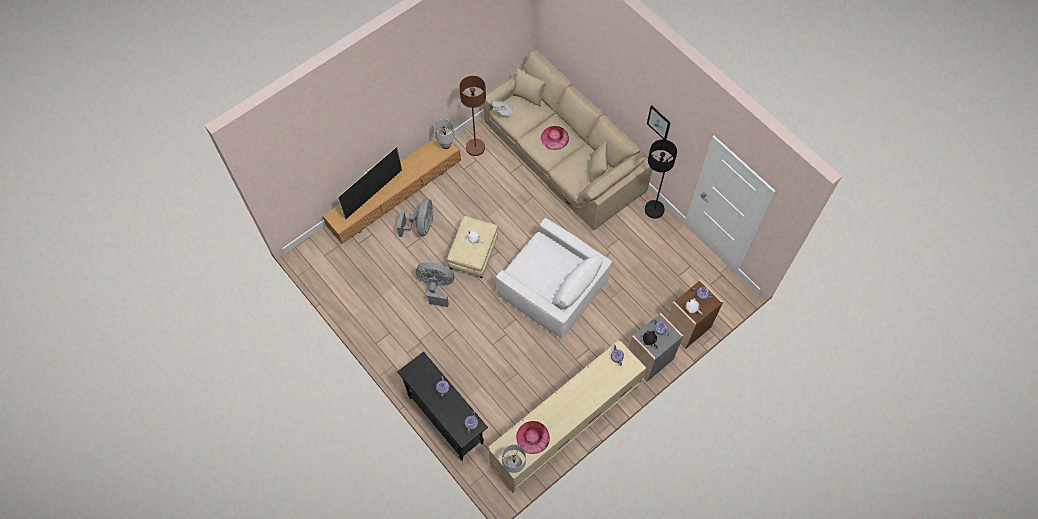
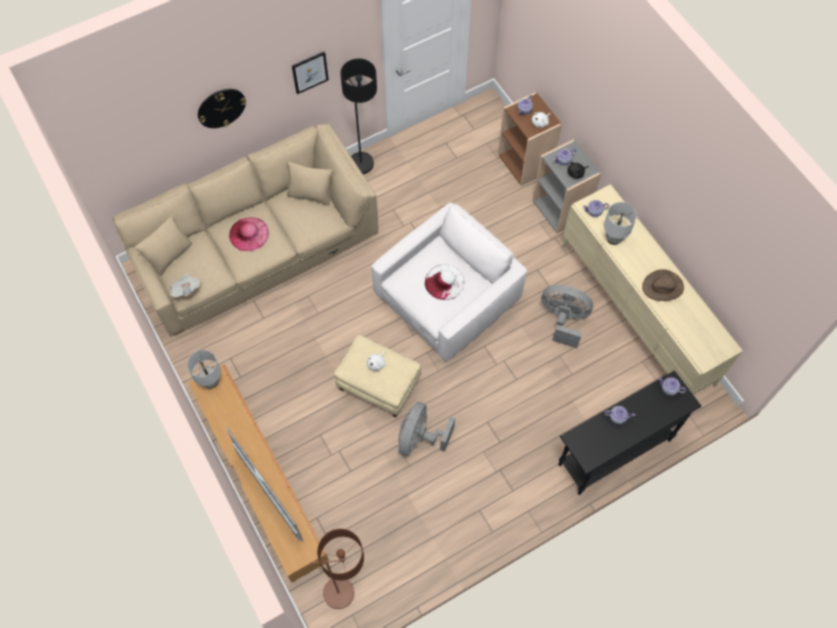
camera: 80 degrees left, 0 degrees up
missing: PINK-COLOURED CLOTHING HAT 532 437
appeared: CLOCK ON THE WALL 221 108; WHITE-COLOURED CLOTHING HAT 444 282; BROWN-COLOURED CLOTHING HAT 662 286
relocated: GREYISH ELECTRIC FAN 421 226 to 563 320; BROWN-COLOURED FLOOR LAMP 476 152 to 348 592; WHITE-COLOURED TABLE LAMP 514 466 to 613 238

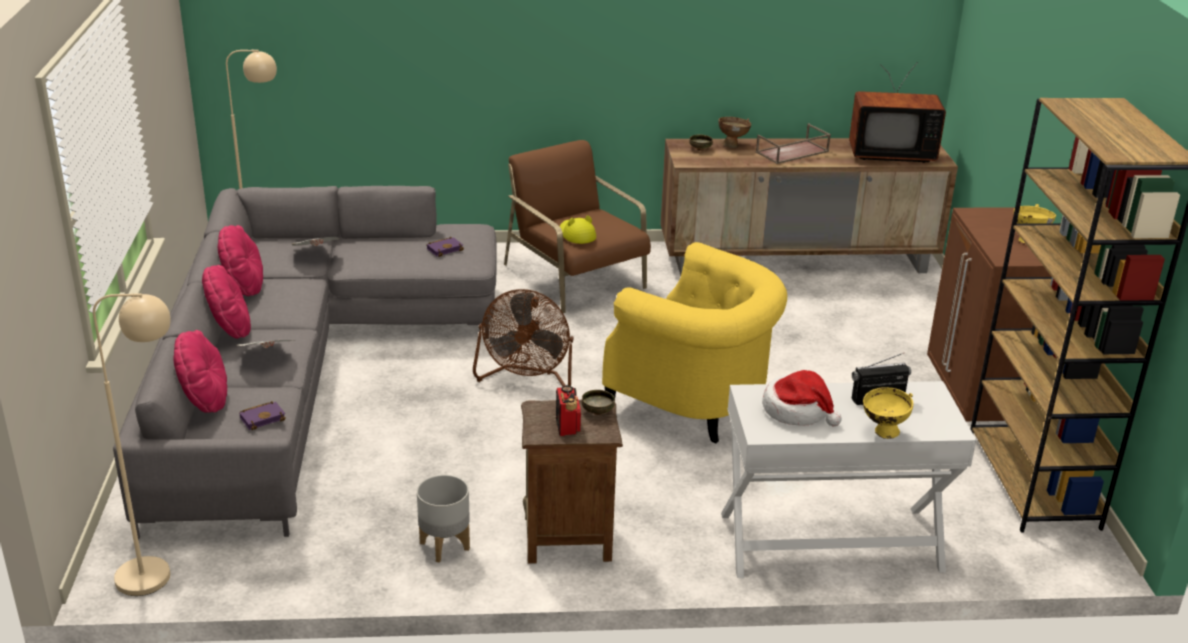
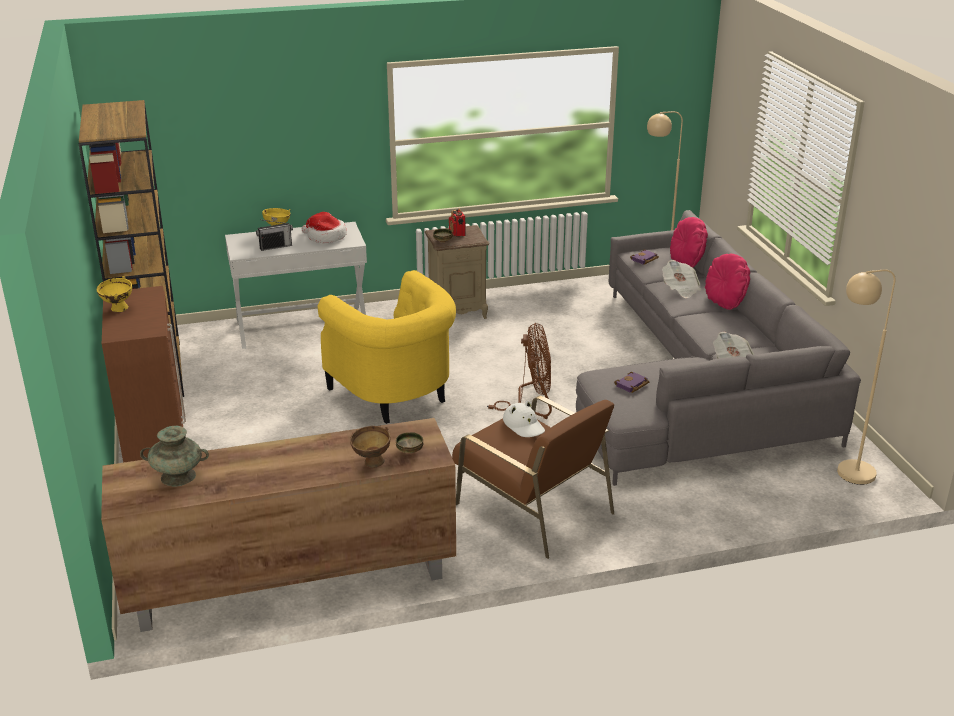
camera: 170 degrees right, 0 degrees up
missing: PINK-COLOURED THROW PILLOW 244 289; GREYISH PLANT POT 444 545; BROWN-COLOURED CARRYING TRAY 792 152
exchanged: TV 889 153 to BLUE-GREEN VASE 177 476
colour: YELLOW-COLOURED CLOTHING HAT 576 234 to WHITE-COLOURED CLOTHING HAT 524 425
spun: BROWN-COLOURED ELECTRIC FAN 524 377 = 530 400 90 degrees clockwise; YELLOW-COLOURED LOUNGE CHAIR 693 405 = 393 395 150 degrees counterclockwise

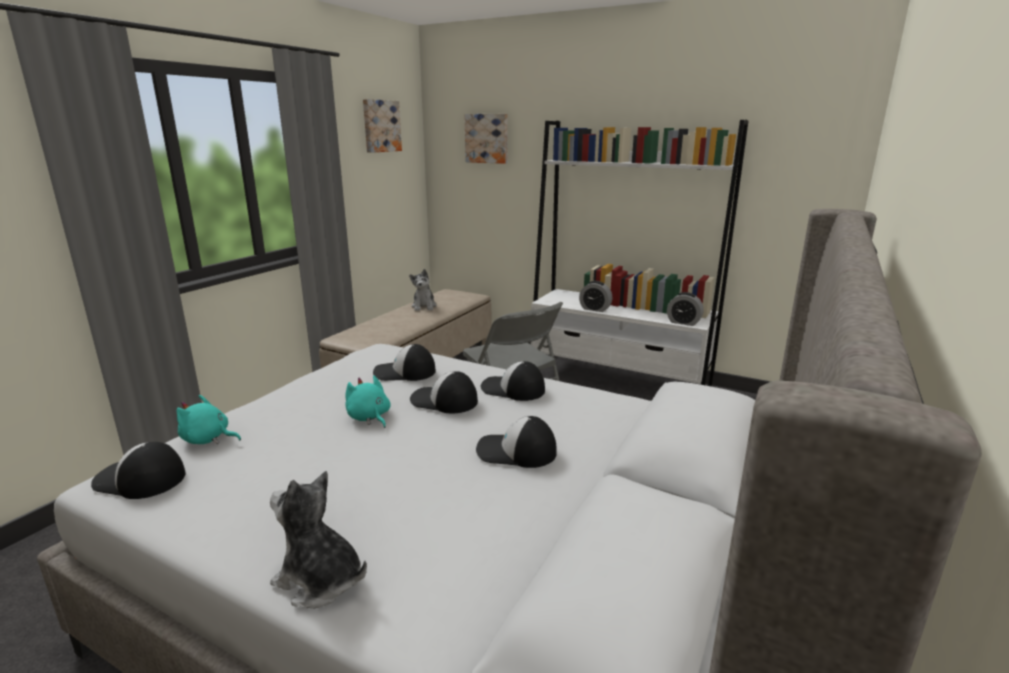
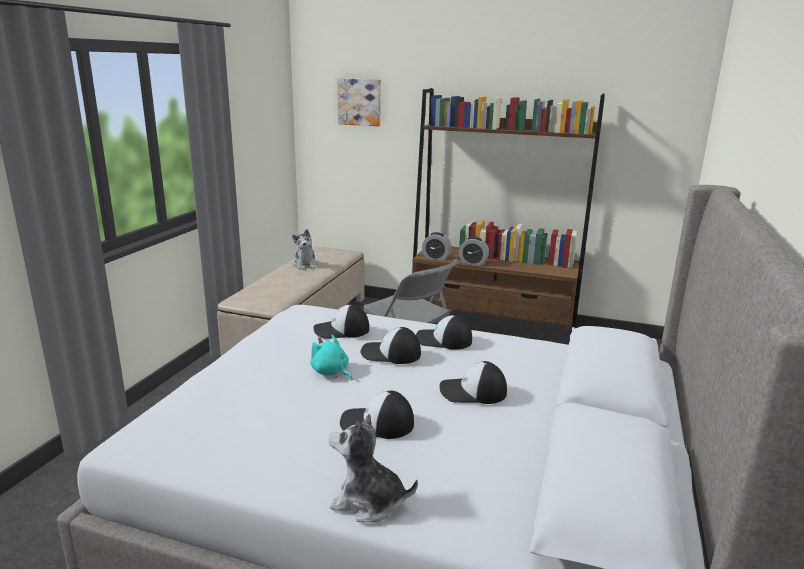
camera: 10 degrees left, 0 degrees up
missing: BLUE-GREEN PLUSH TOY 208 439; WALL PICTURE 380 126
relocated: BASEBALL CAP 139 479 to 376 424; ALARM CLOCK 683 322 to 436 258
colour: WHITE-COLOURED BOOKCASE 618 380 to BROWN-COLOURED BOOKCASE 492 326

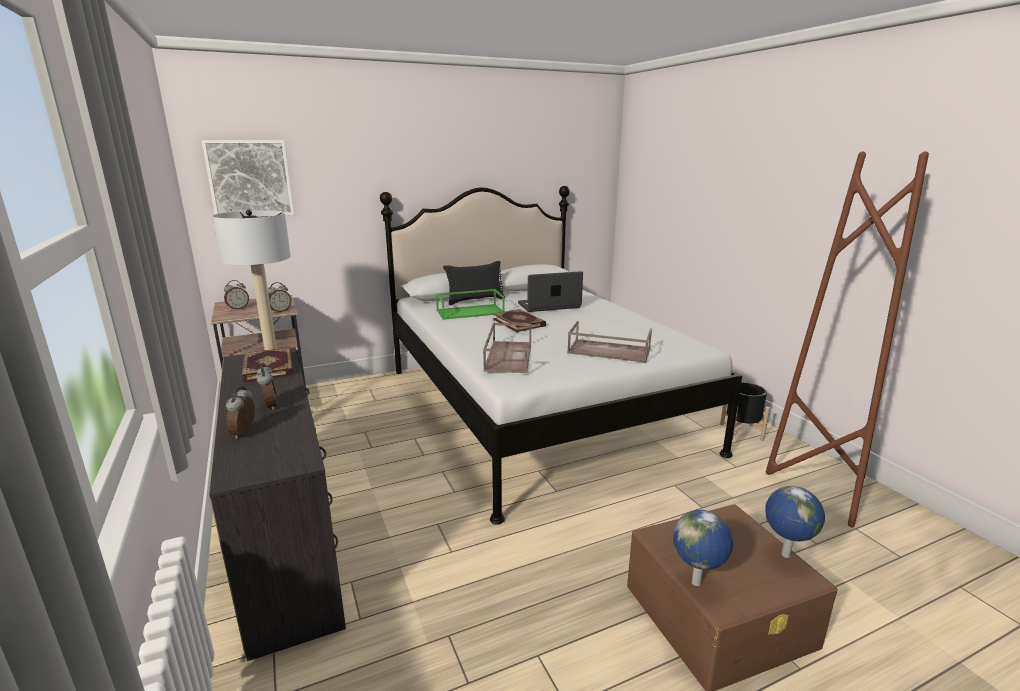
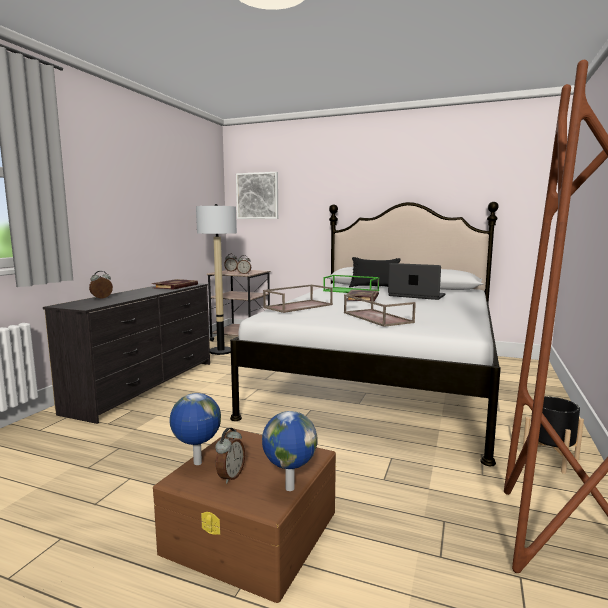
camera: 45 degrees right, 10 degrees down
relocated: ALARM CLOCK 270 406 to 230 476

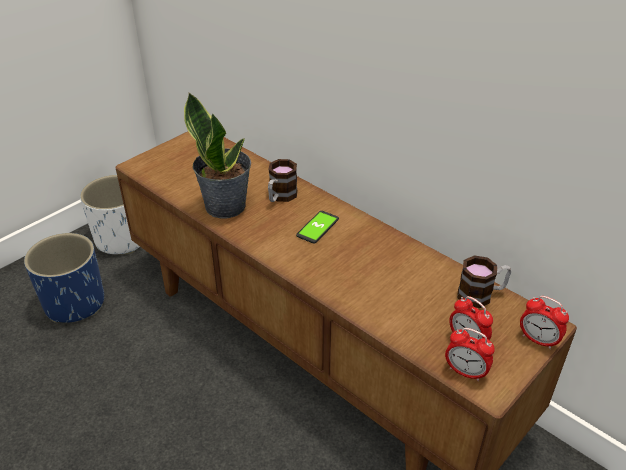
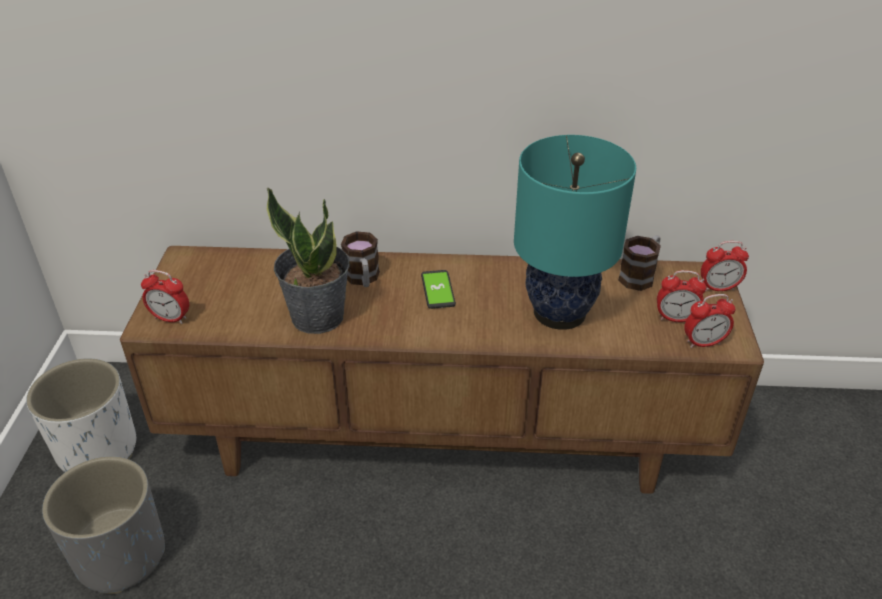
camera: 40 degrees left, 0 degrees up
appeared: ALARM CLOCK 171 318; BLUE-GREEN TABLE LAMP 559 313
colour: BLUE-COLOURED PLANT POT 75 303 to GREYISH PLANT POT 121 555

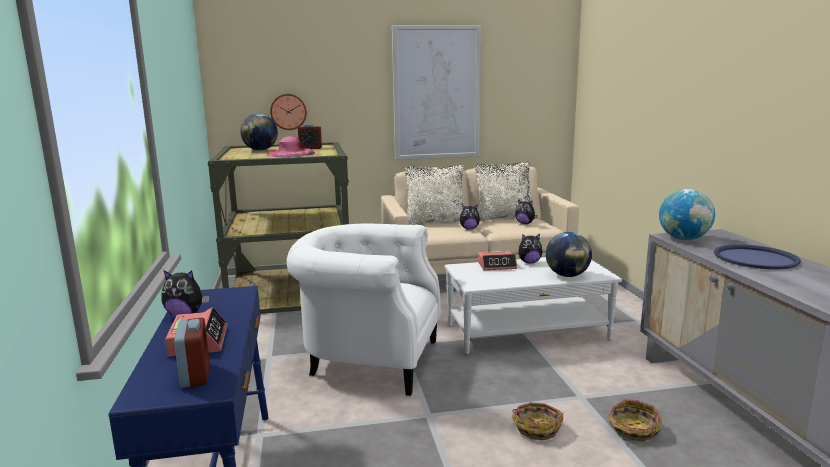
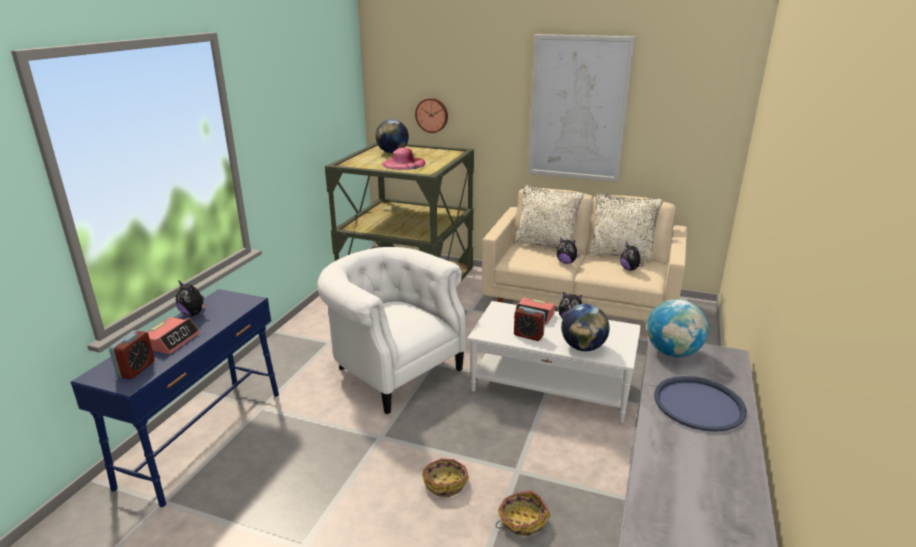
camera: 30 degrees right, 10 degrees up
relocated: ALARM CLOCK 310 148 to 528 335

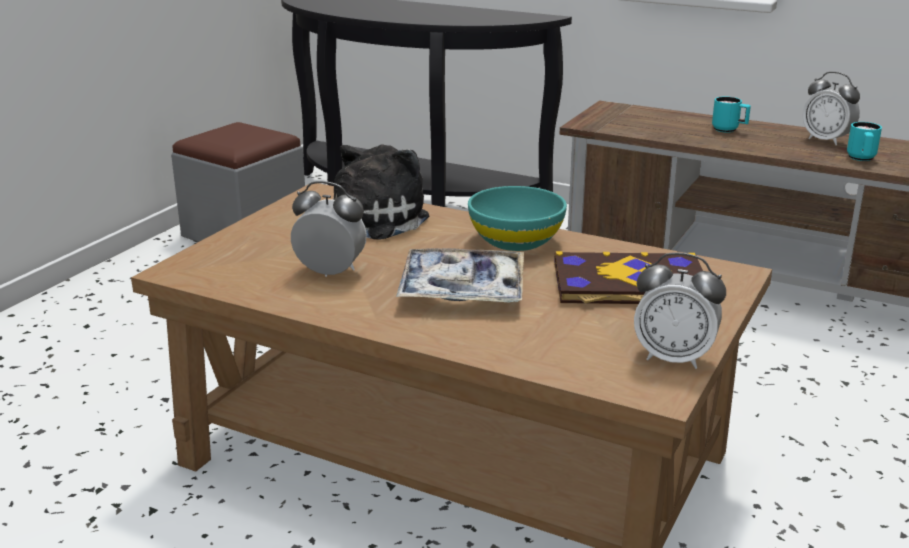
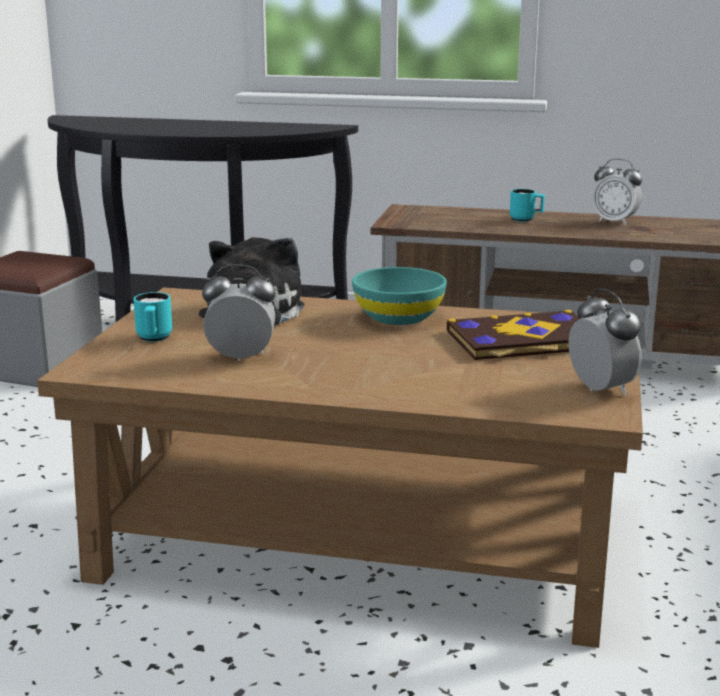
camera: 15 degrees left, 5 degrees down
missing: CARRYING TRAY 462 289
relocated: BLUE-GREEN TEA MUG 861 159 to 154 339
spun: ALARM CLOCK 673 358 = 601 389 120 degrees counterclockwise

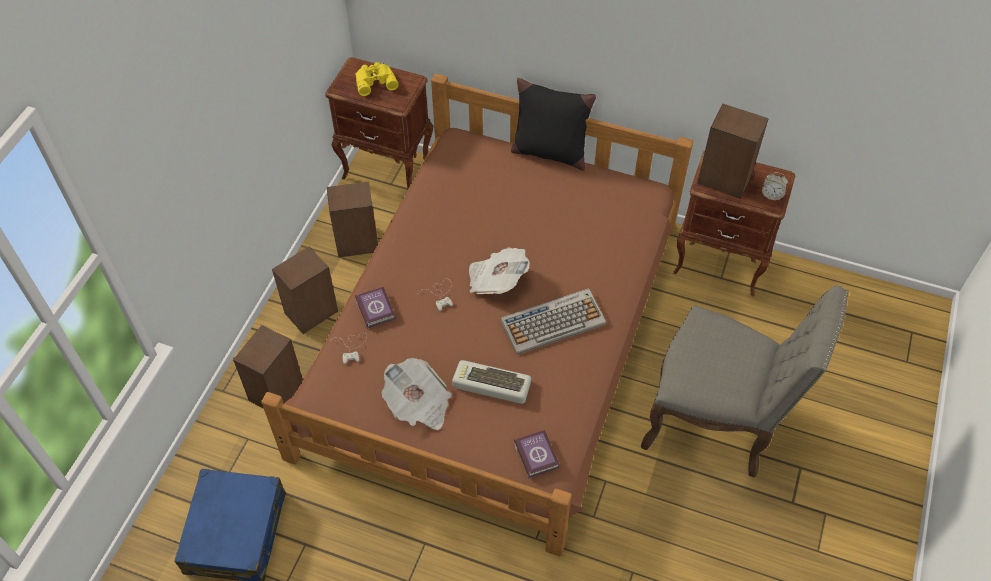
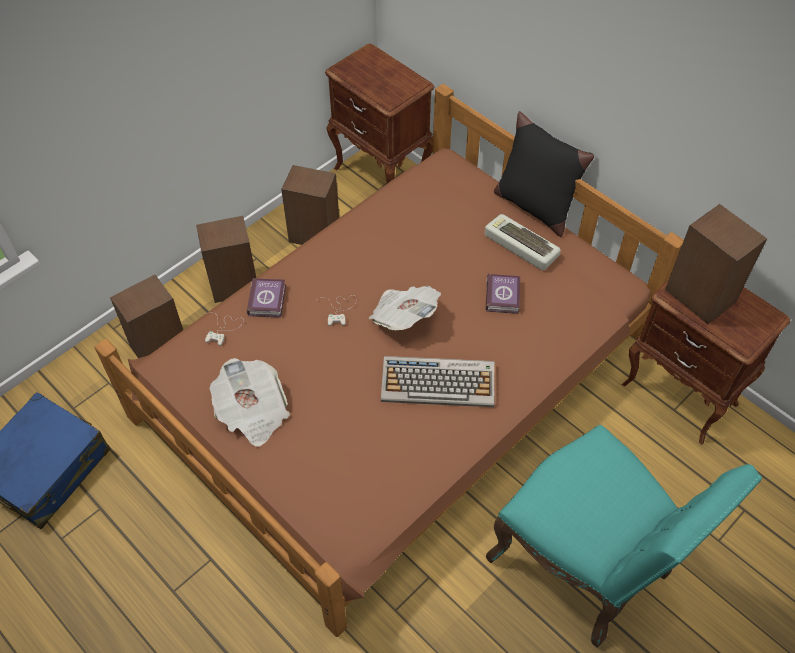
camera: 25 degrees right, 0 degrees up
missing: YELLOW-COLOURED FIELD GLASSES 375 81; ALARM CLOCK 771 195
relocated: COMPUTER KEYBOARD 490 386 to 519 246; BOUND BOOK 536 455 to 503 295
colour: GREYISH UPRIGHT CHAIR 715 421 to BLUE-GREEN UPRIGHT CHAIR 584 565

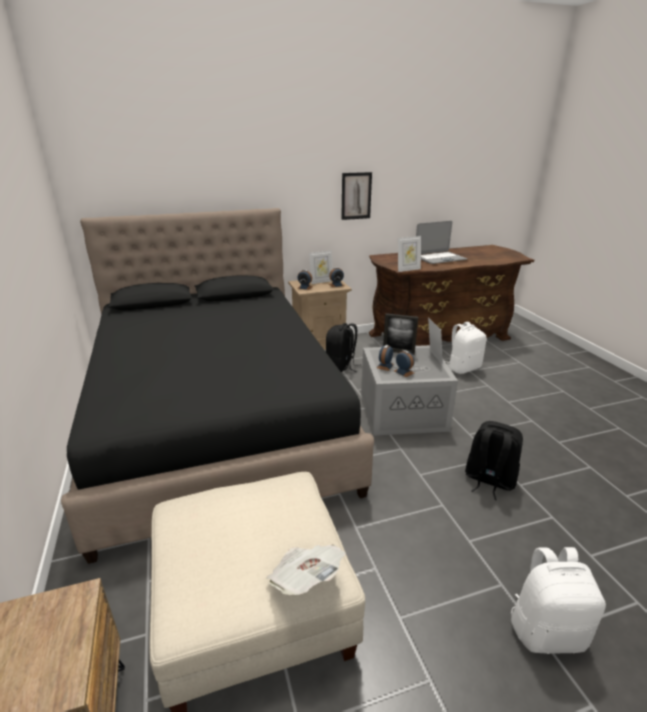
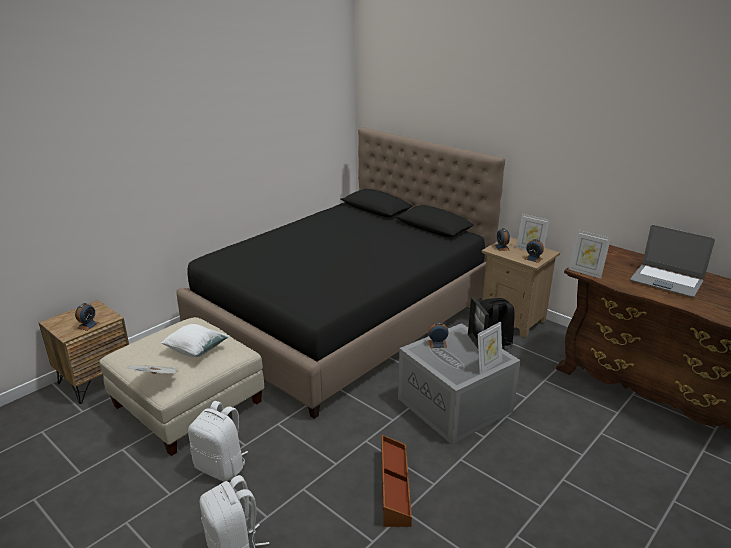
camera: 60 degrees right, 0 degrees up
missing: WALL PICTURE 356 196
appeared: WHITE-COLOURED THROW PILLOW 196 350
relocated: ALARM CLOCK 404 372 to 88 325; WHITE-COLOURED RUCKSACK 463 368 to 221 466
exchanged: BLACK RUCKSACK 489 480 to BROWN-COLOURED STORAGE BOX 393 487

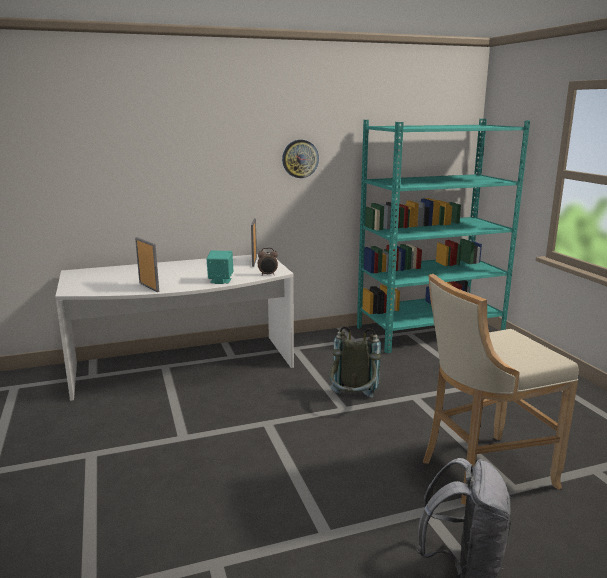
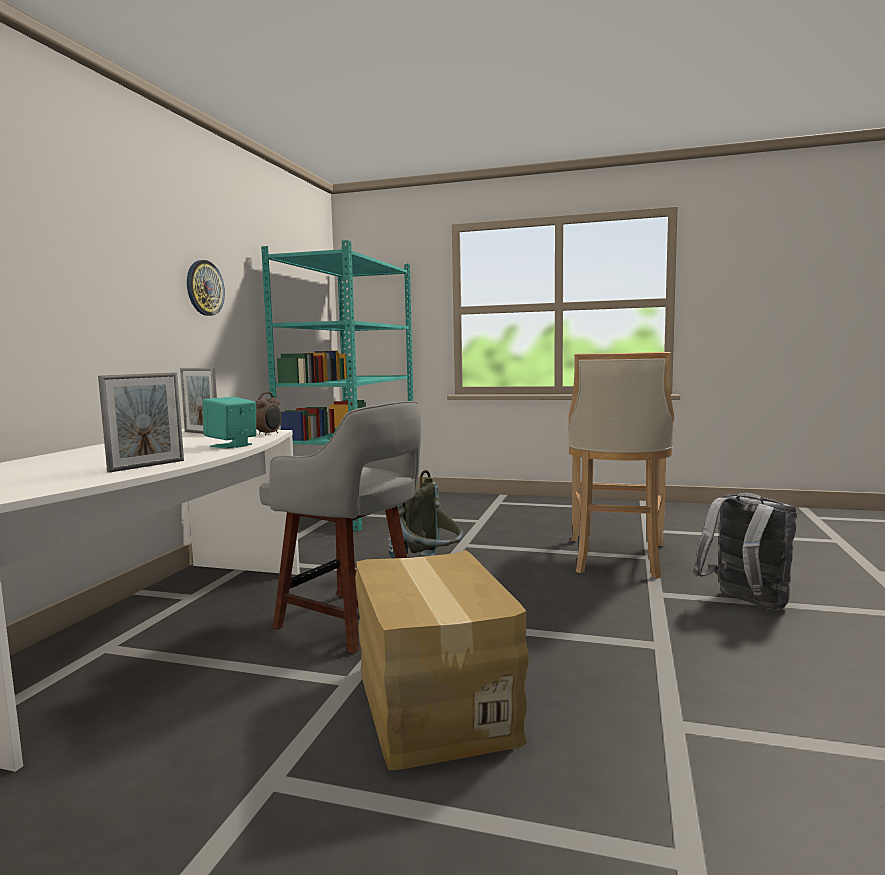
camera: 55 degrees left, 10 degrees down
appeared: GREYISH STOOL 351 623; CARDBOARD BOX 432 702
spun: STANDING FRAME 149 287 = 147 466 135 degrees clockwise

